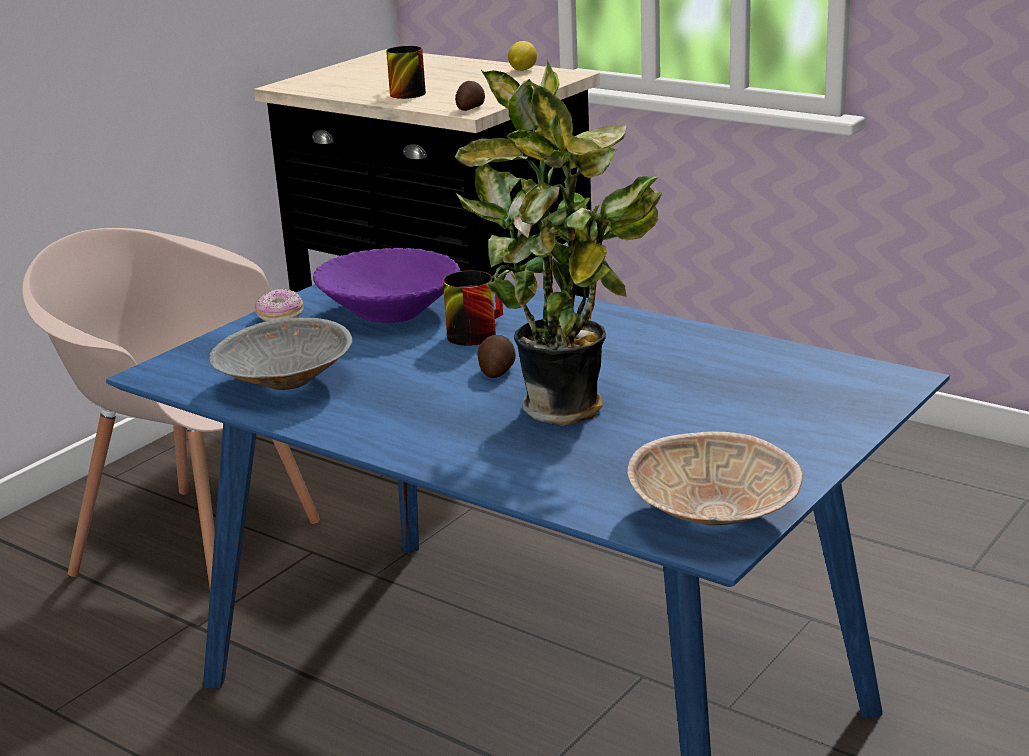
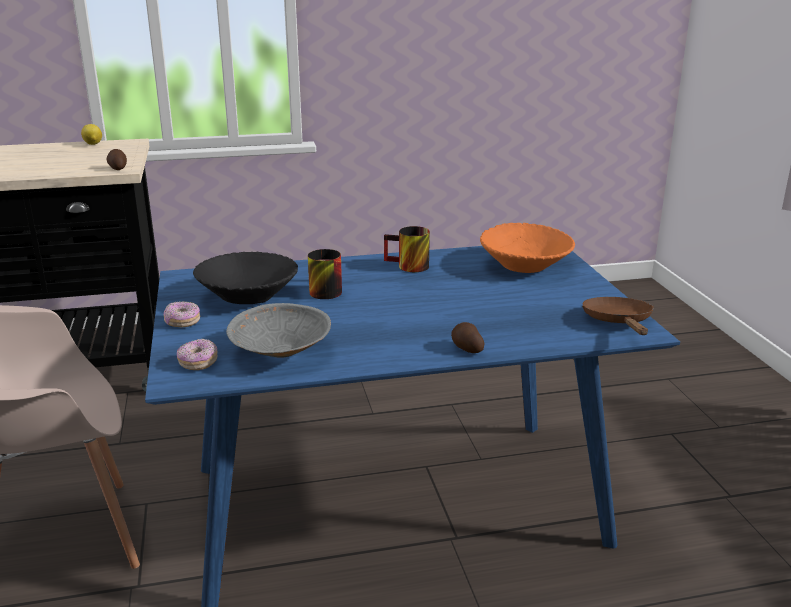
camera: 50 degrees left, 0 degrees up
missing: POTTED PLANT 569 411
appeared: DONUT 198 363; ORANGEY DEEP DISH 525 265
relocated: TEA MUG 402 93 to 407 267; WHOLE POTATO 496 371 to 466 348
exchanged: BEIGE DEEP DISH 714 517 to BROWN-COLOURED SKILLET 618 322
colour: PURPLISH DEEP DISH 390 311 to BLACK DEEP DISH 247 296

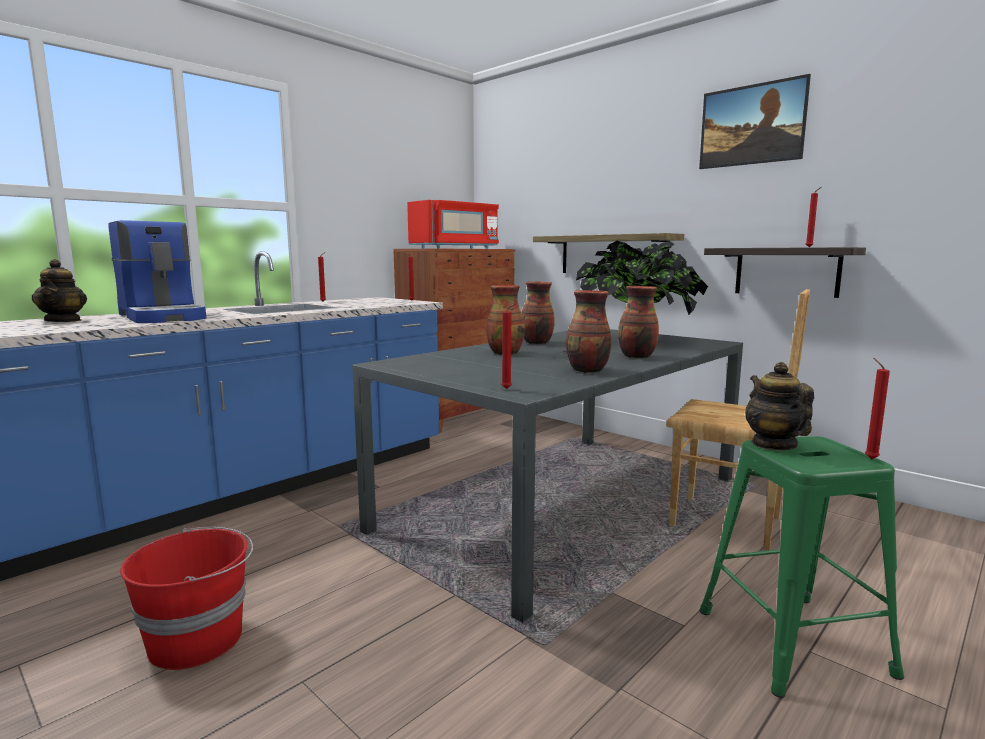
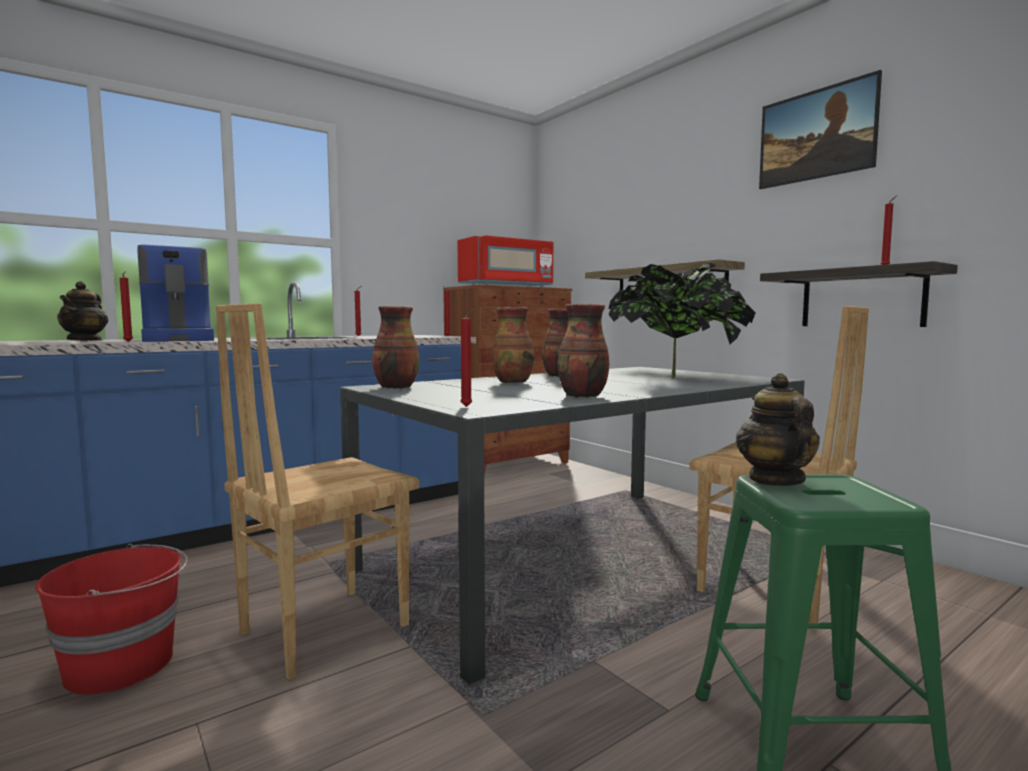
camera: 10 degrees right, 5 degrees down
appeared: BROWN-COLOURED UPRIGHT CHAIR 322 629
relocated: VASE 636 356 to 395 387; RED-COLOURED WAX LIGHT 869 458 to 129 341

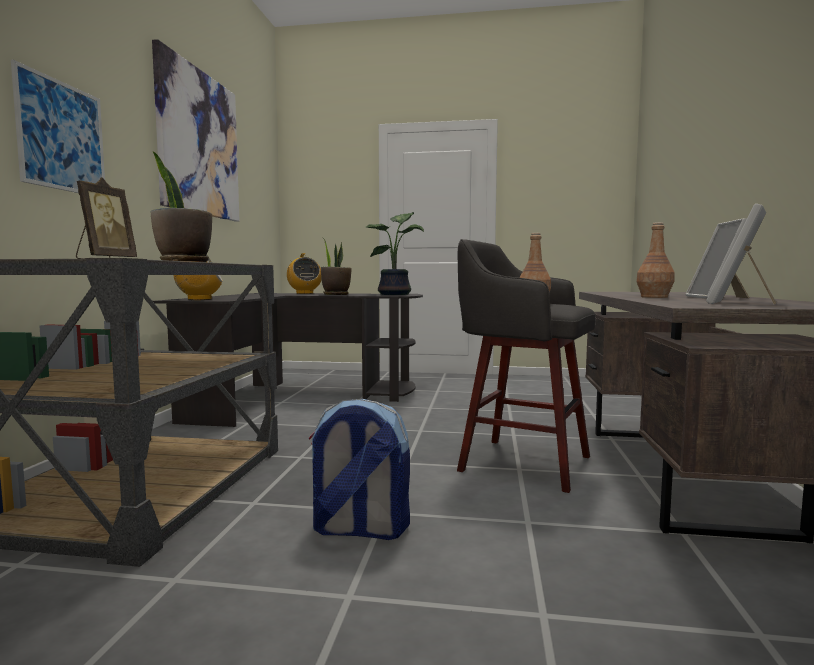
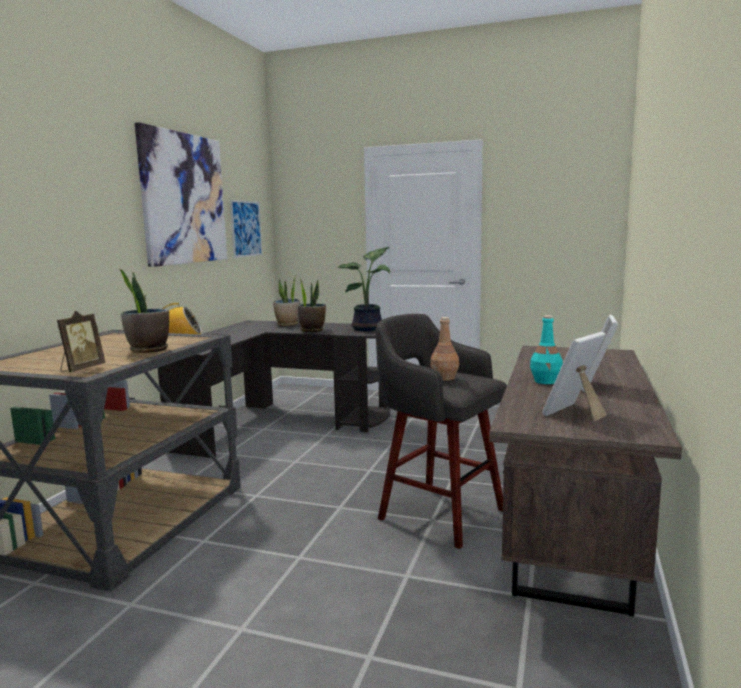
camera: 10 degrees right, 5 degrees up
missing: RUCKSACK 359 529
relocated: WALL PICTURE 62 136 to 246 228
exchanged: RADIO SET 304 293 to POTTED PLANT 288 324
colour: BROWN-COLOURED DRINK BOTTLE 654 297 to BLUE-GREEN DRINK BOTTLE 546 381

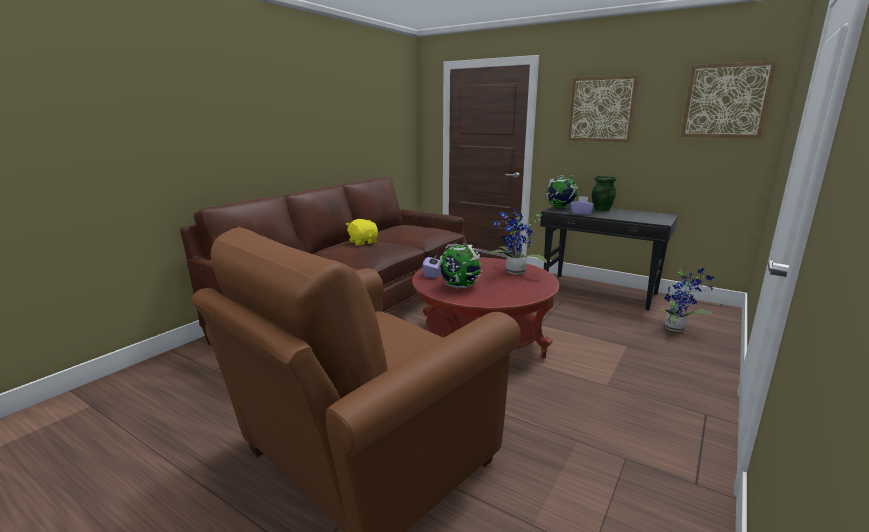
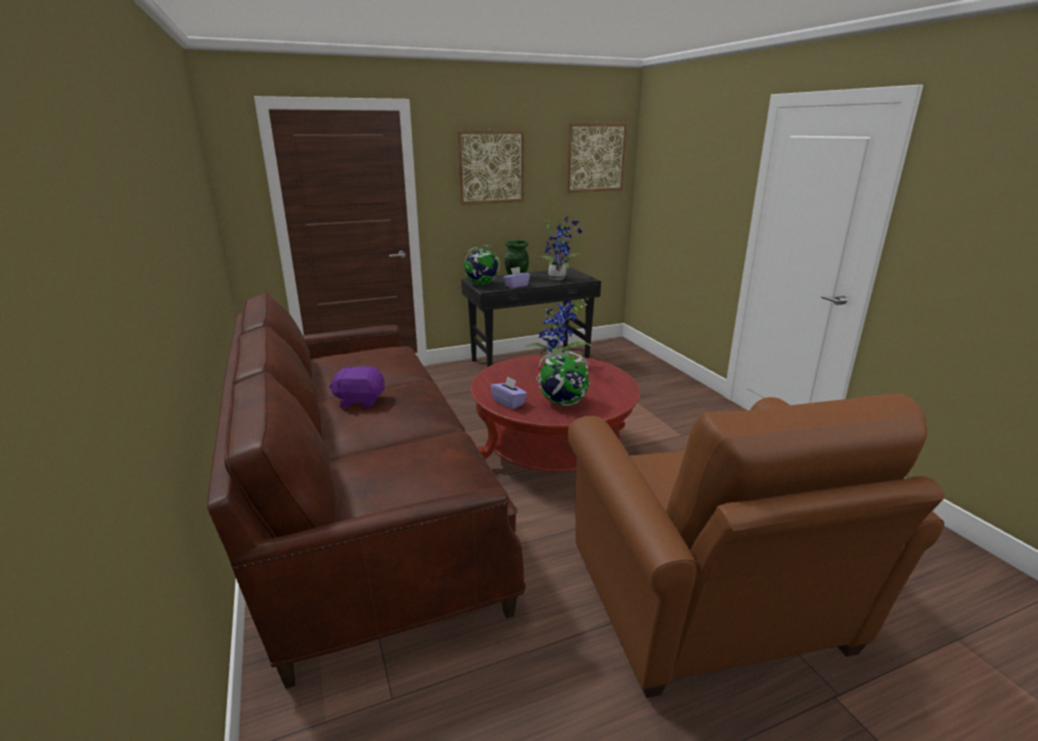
camera: 55 degrees left, 5 degrees up
relocated: POTTED PLANT 677 328 to 558 277
colour: YELLOW-COLOURED PLUSH TOY 363 242 to PURPLISH PLUSH TOY 360 401

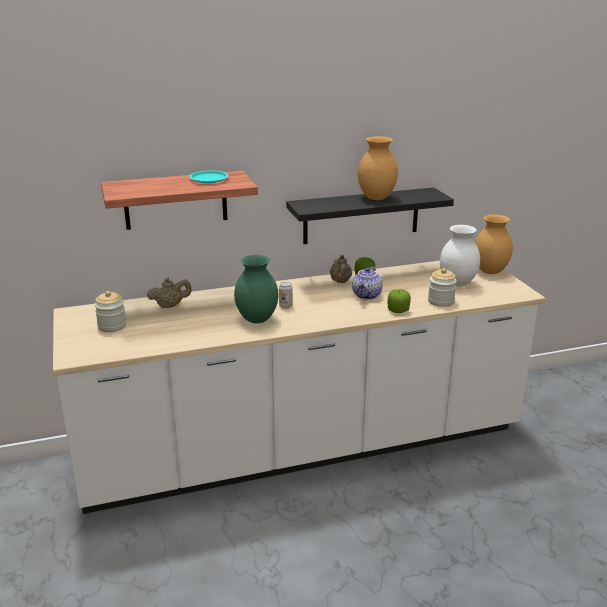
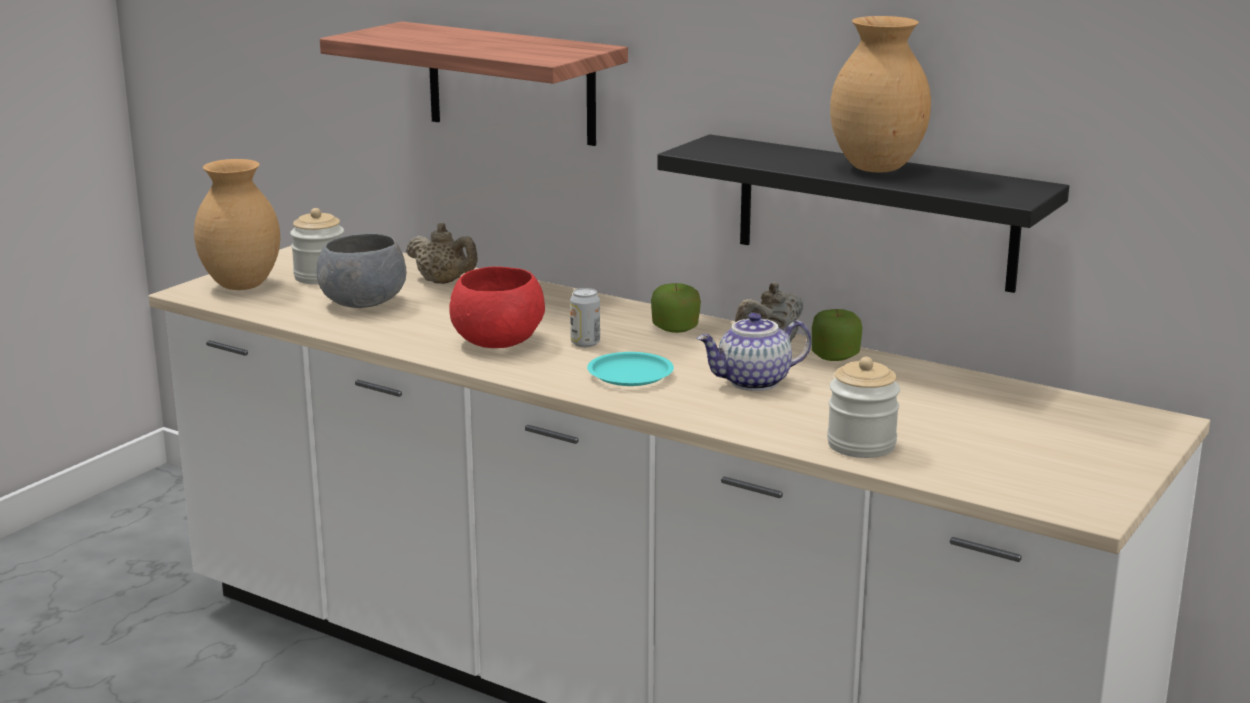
camera: 50 degrees right, 5 degrees down
missing: WHITE-COLOURED VASE 457 284
appeared: GREYISH DEEP DISH 362 302
relocated: BLUE-GREEN DINNER PLATE 208 179 to 630 374; APPLE 398 310 to 675 329; BROWN-COLOURED VASE 490 271 to 241 286
exchanged: GREEN-COLOURED VASE 257 320 to RED-COLOURED DEEP DISH 496 342

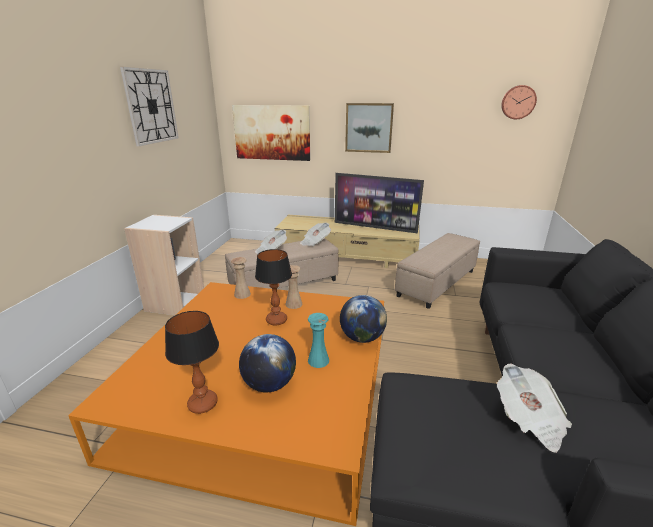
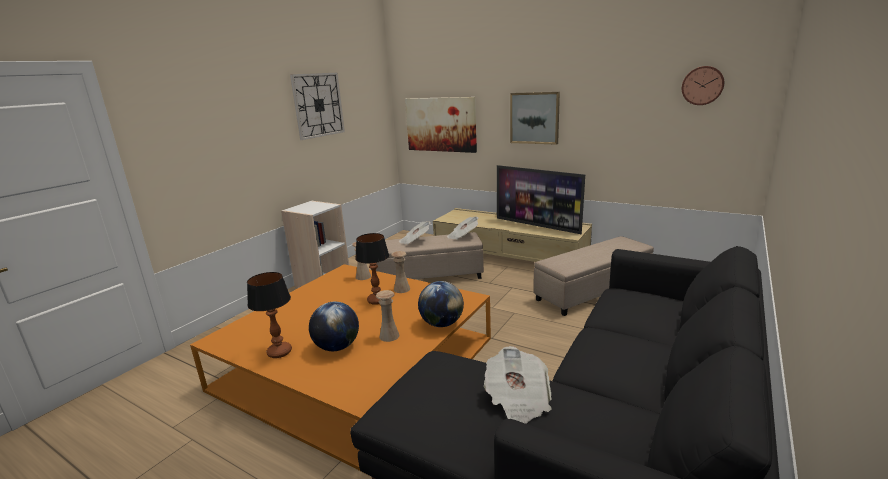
camera: 20 degrees right, 5 degrees down
colour: BLUE-GREEN VASE 318 360 to BEIGE VASE 389 336

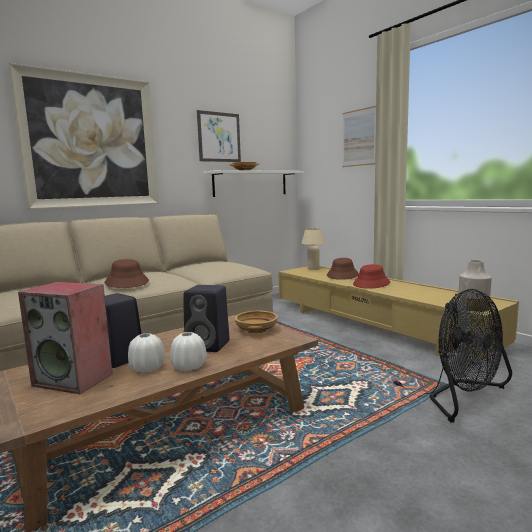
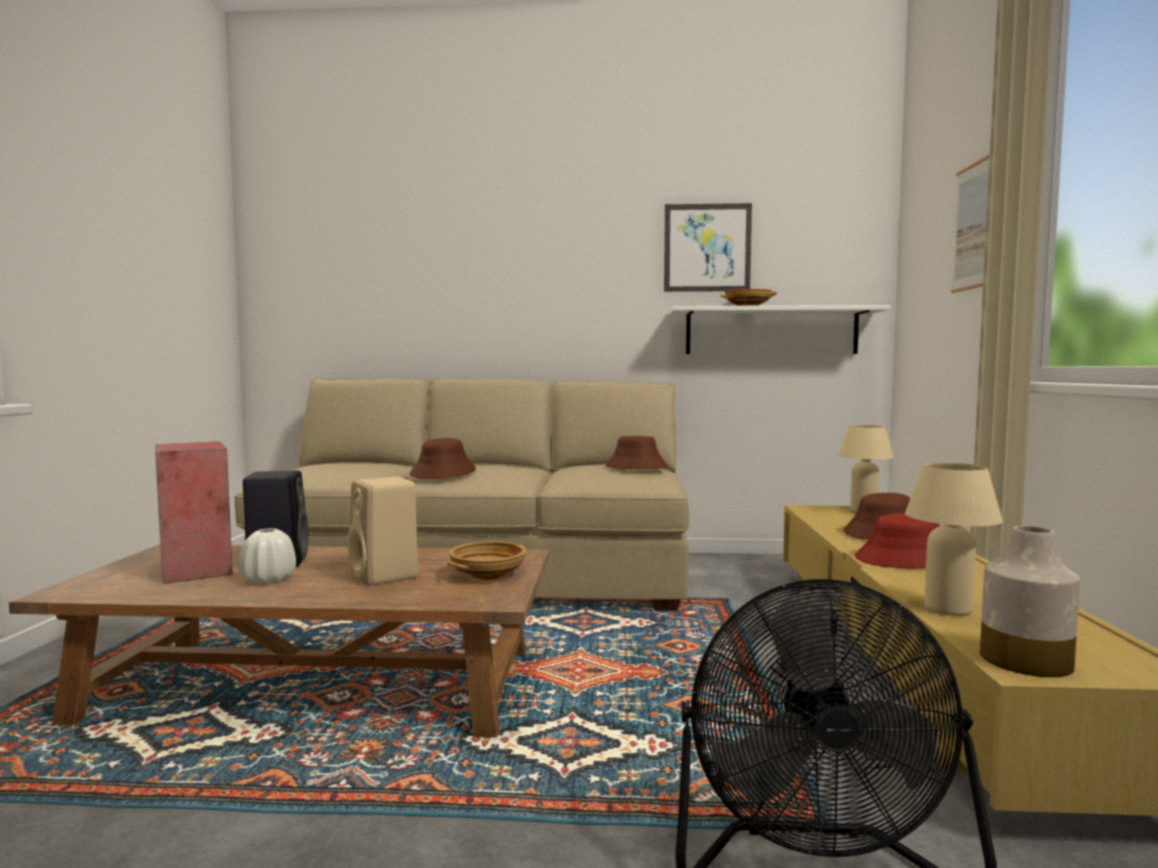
camera: 40 degrees right, 5 degrees down
missing: WALL PICTURE 91 142; WHITE-COLOURED VASE 189 366
appeared: BROWN-COLOURED CLOTHING HAT 636 467; BEIGE TABLE LAMP 948 609
colour: BLACK SPEAKER 209 345 to BEIGE SPEAKER 386 576

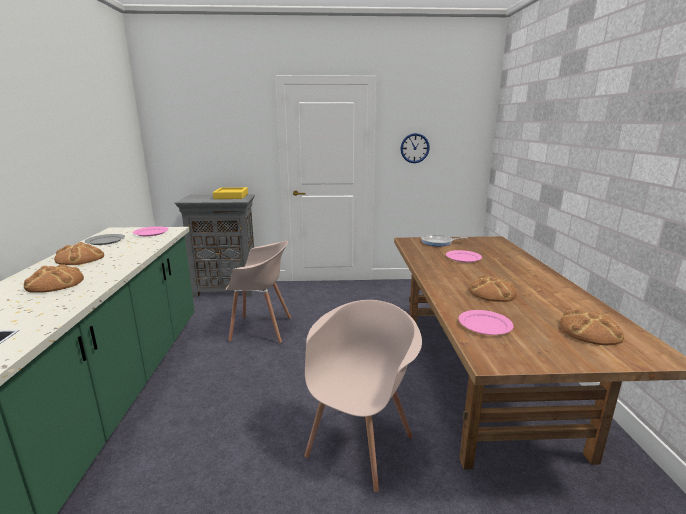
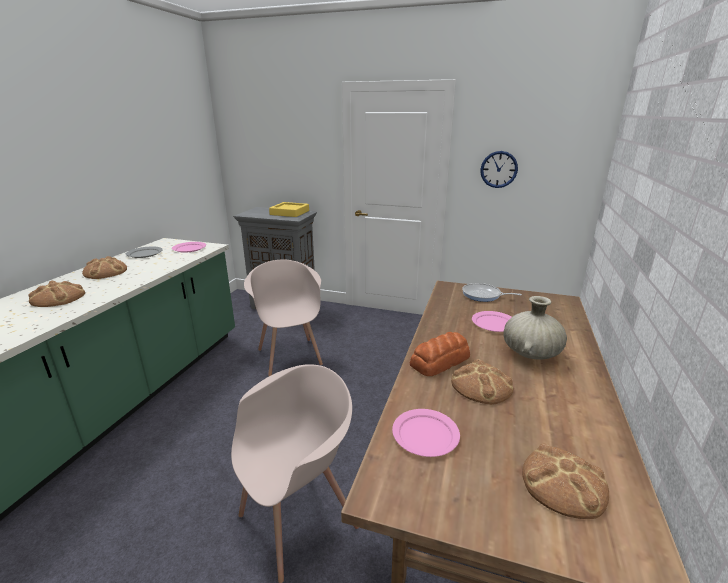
camera: 20 degrees right, 5 degrees up
appeared: BAKED BREAD 440 361; BEIGE VASE 530 353
spun: BEIGE UPRIGHT CHAIR 262 329 = 290 356 135 degrees counterclockwise

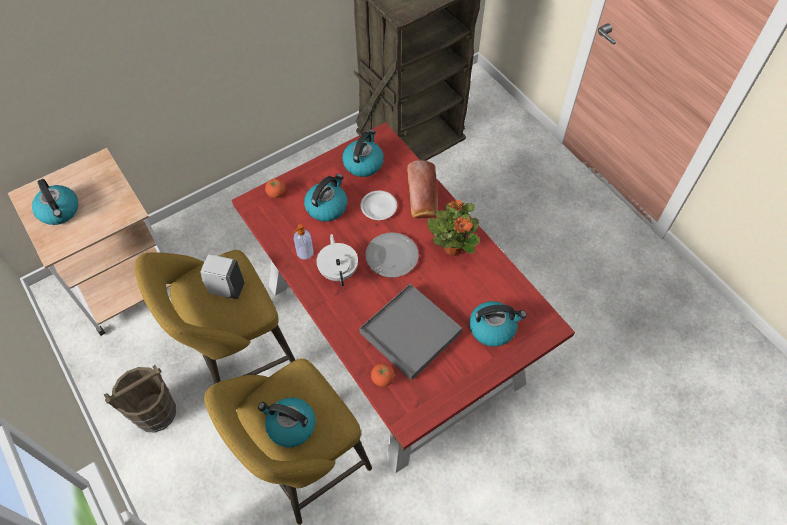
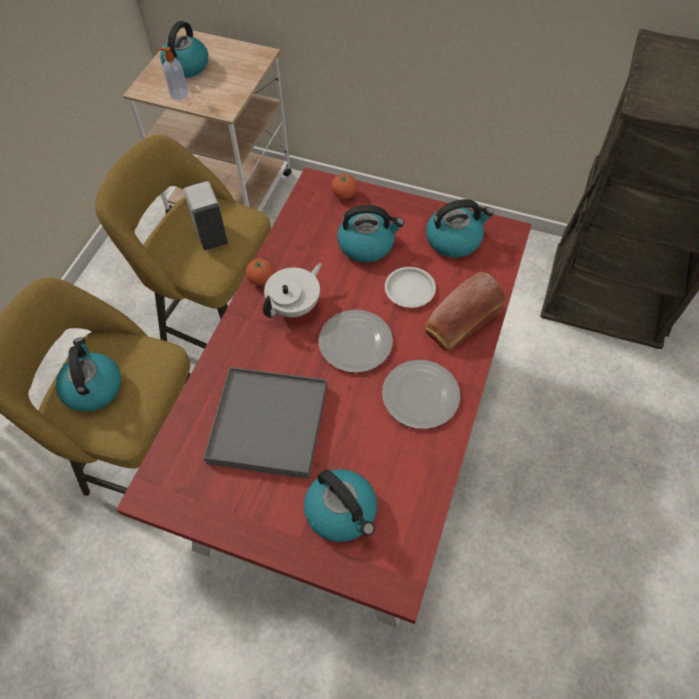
camera: 55 degrees right, 0 degrees up
missing: BROWN-COLOURED PAIL 155 412
relocated: SOAP BOTTLE 304 253 to 178 94; FRESH TOMATO 382 379 to 261 280
exchanged: POTTED PLANT 453 247 to DINNER PLATE 421 396

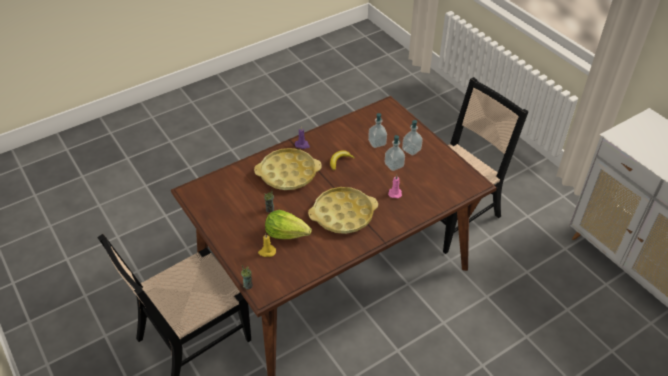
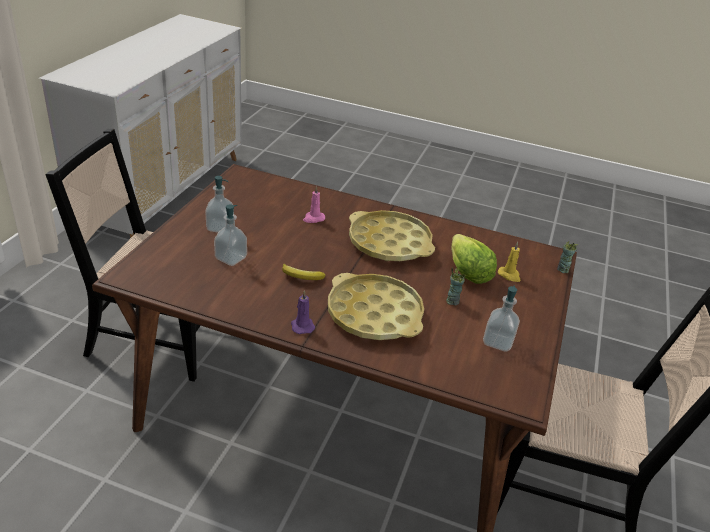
camera: 130 degrees left, 10 degrees down
relocated: SOAP BOTTLE 394 165 to 497 342

